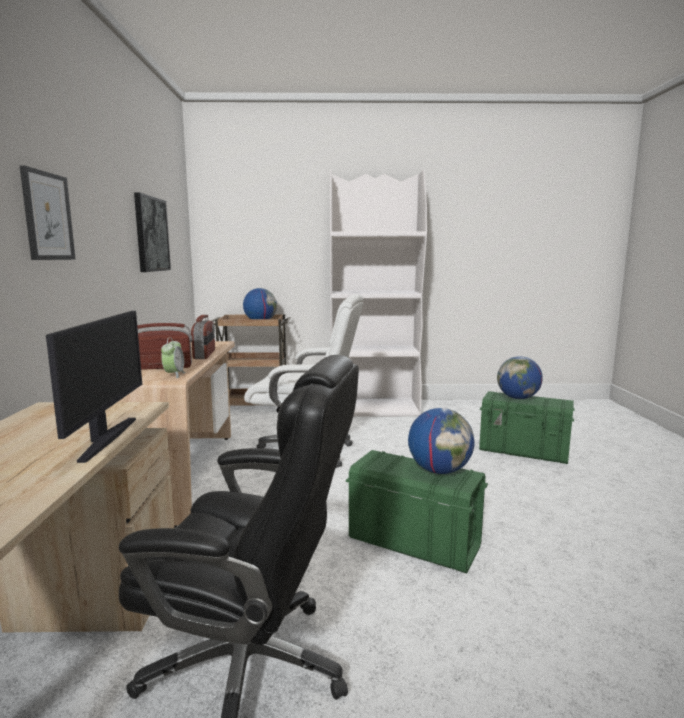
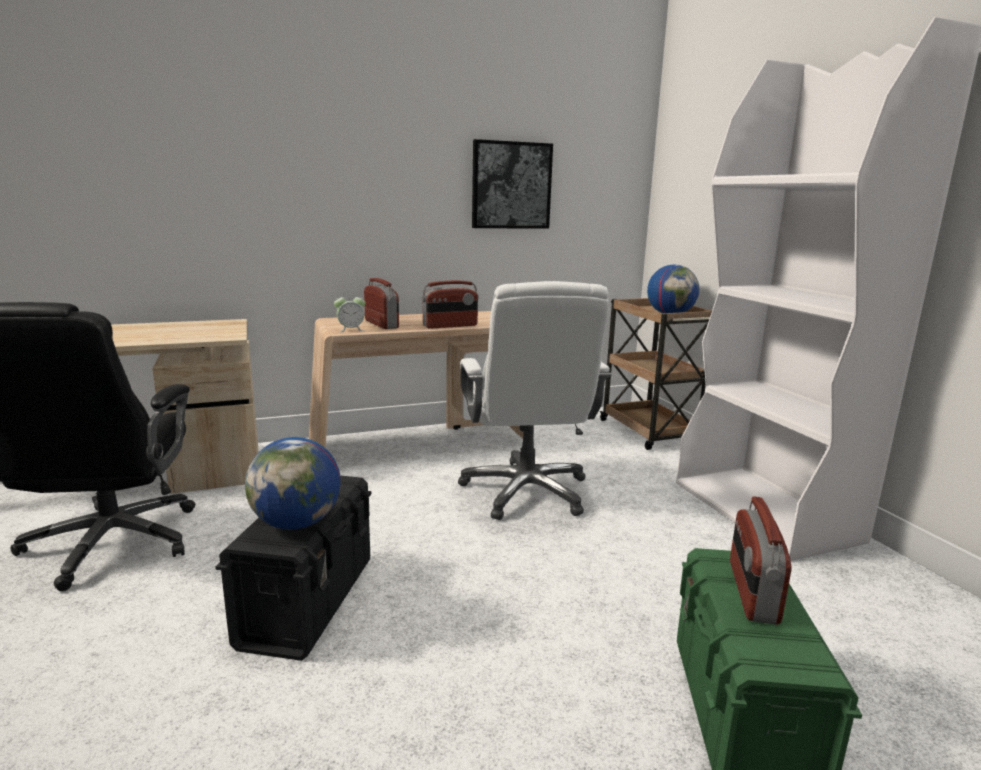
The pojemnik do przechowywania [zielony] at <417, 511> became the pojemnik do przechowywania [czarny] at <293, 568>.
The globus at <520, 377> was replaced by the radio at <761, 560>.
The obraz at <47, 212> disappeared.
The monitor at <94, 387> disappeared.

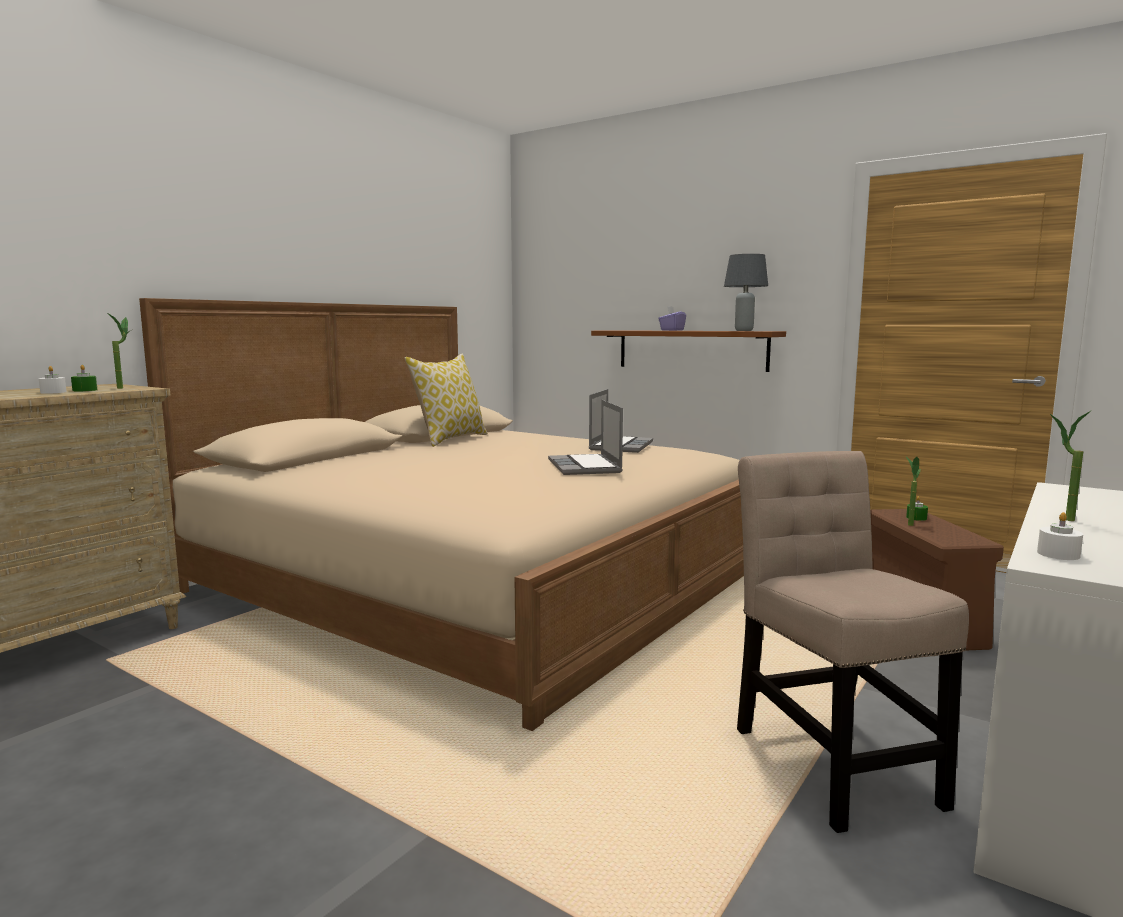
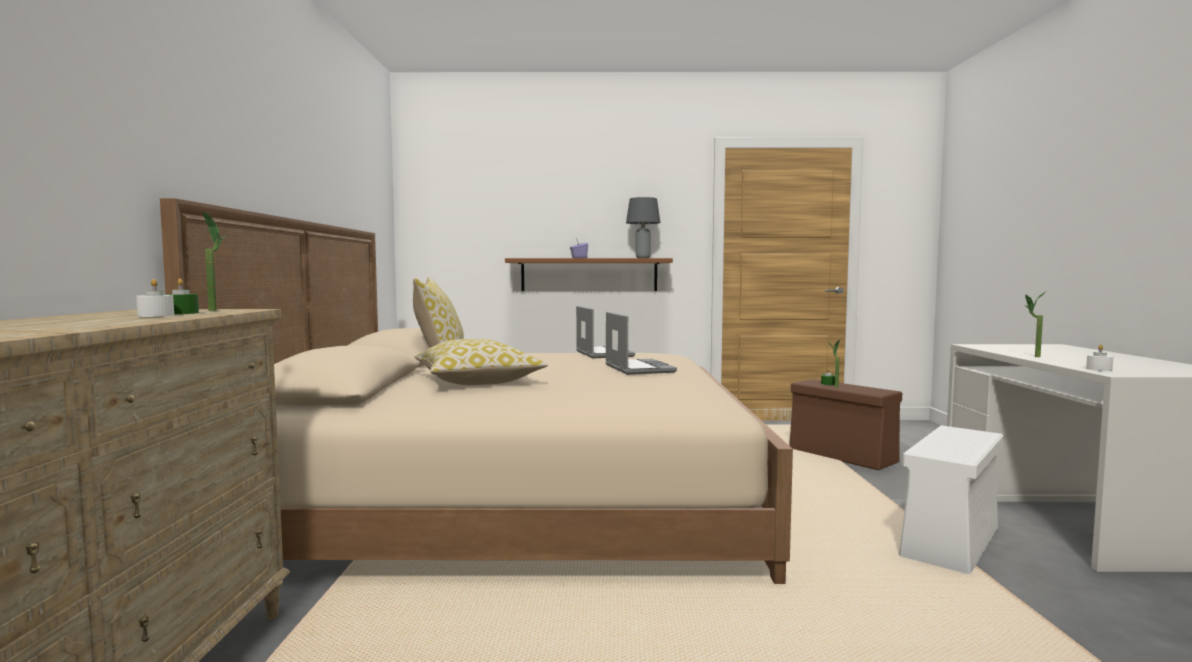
The poduszka at <481, 362> appeared.
The laptop at <585, 437> turned 150 degrees counterclockwise.
The krzesło [beżowy] at <853, 642> was replaced by the pojemnik do przechowywania [biały] at <951, 499>.

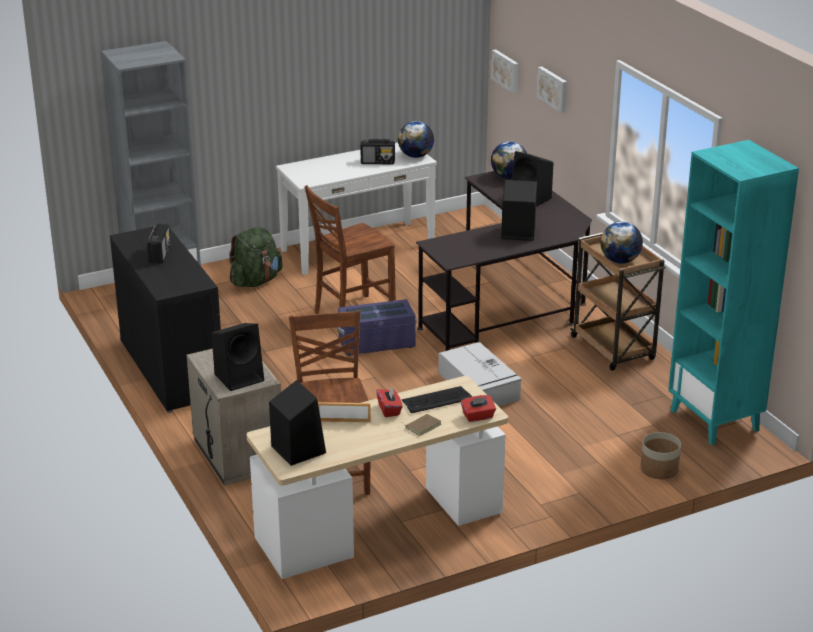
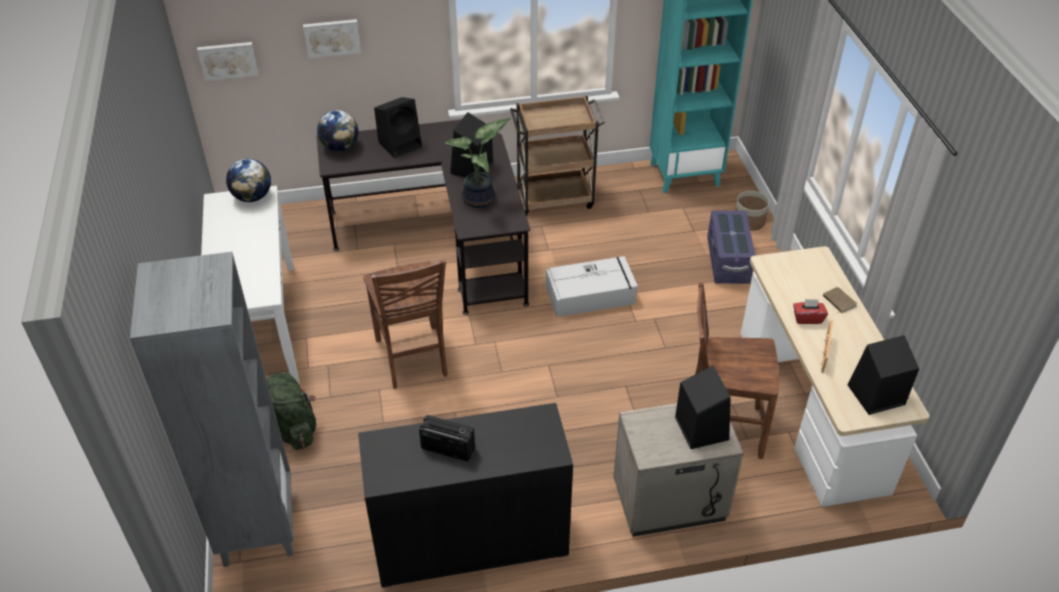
The roślina doniczkowa at <478, 163> appeared.
The pojemnik do przechowywania [fioletowy] moved from <377, 327> to <731, 247>.
The radio at <377, 151> disappeared.
The klawiatura at <437, 399> disappeared.
The pudełko chusteczek [czerwony] at <478, 408> disappeared.
The globus at <621, 243> disappeared.

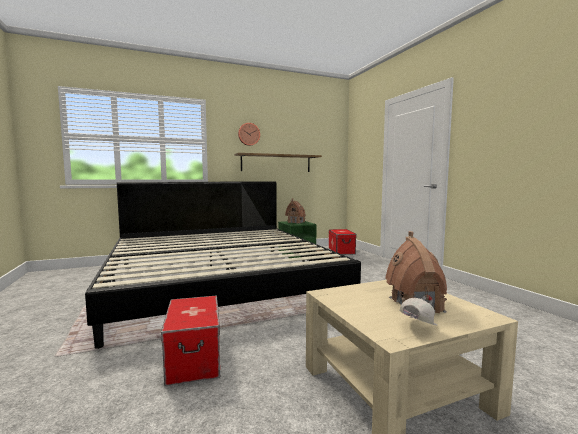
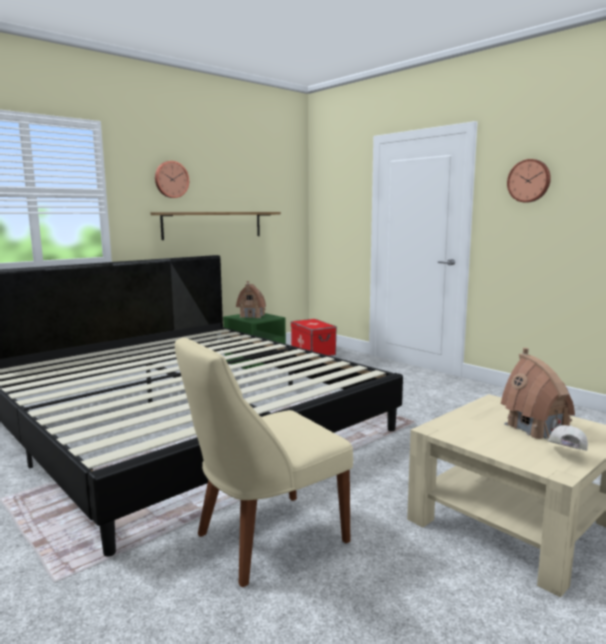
The pojemnik do przechowywania at <190, 341> was replaced by the krzesło [beżowy] at <264, 462>.
The zegar ścienny at <529, 181> appeared.

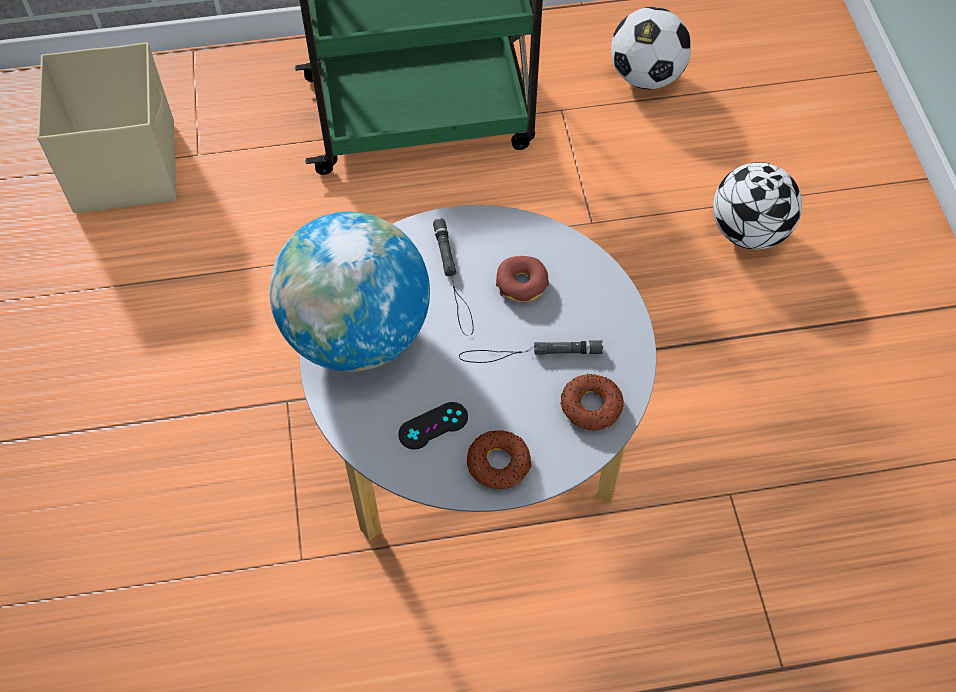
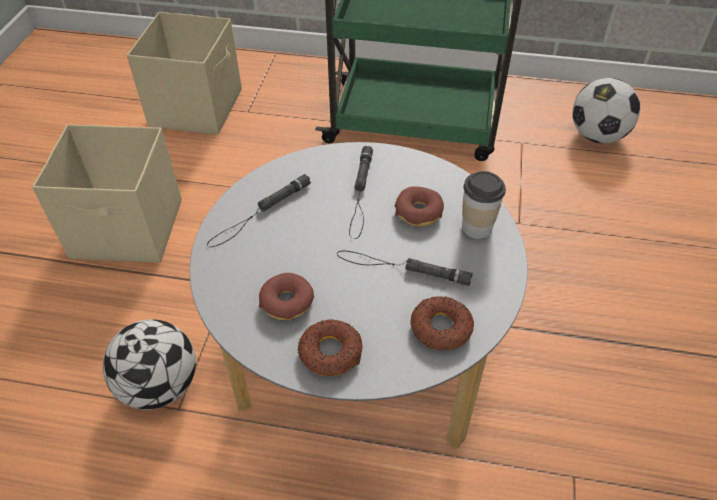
The pojemnik do przechowywania [beżowy] at <107, 193> appeared.
The piłka futbolowa moved from <757, 206> to <149, 364>.
The globus at <349, 292> was replaced by the latarka [czarny] at <259, 210>.
The pad do gier [czarny] at <433, 425> was replaced by the donut at <286, 296>.
The filiżanka at <484, 205> appeared.

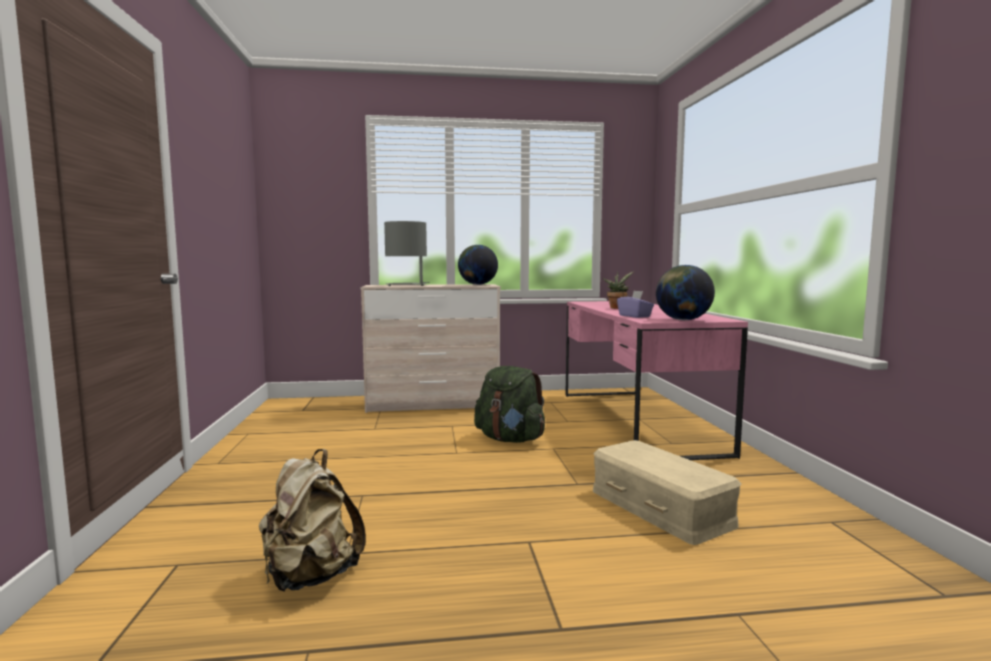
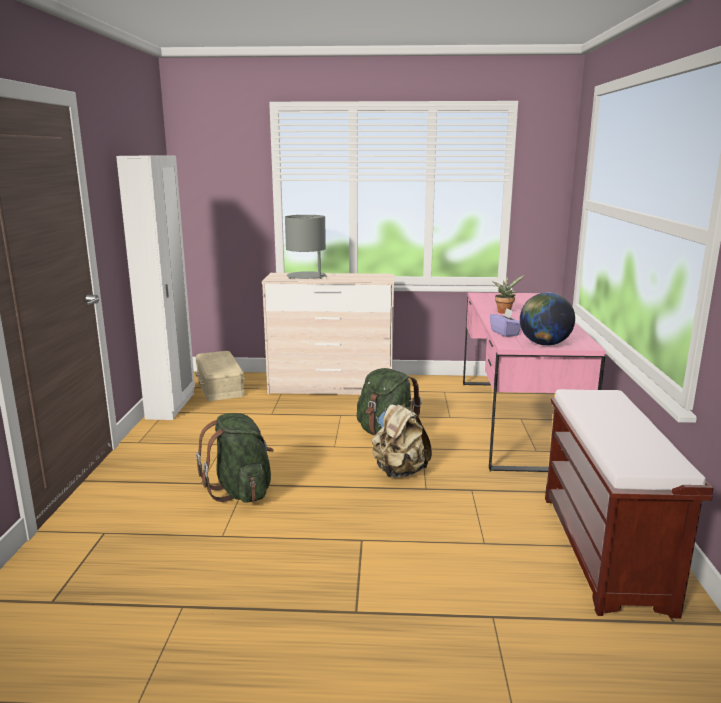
The szafa [biały] at <155, 288> appeared.
The pojemnik do przechowywania [beżowy] moved from <667, 492> to <220, 376>.
The plecak [zielony] at <235, 458> appeared.
The plecak [beżowy] moved from <312, 520> to <402, 439>.
The ławka [brązowy] at <629, 504> appeared.
The globus at <478, 265> disappeared.

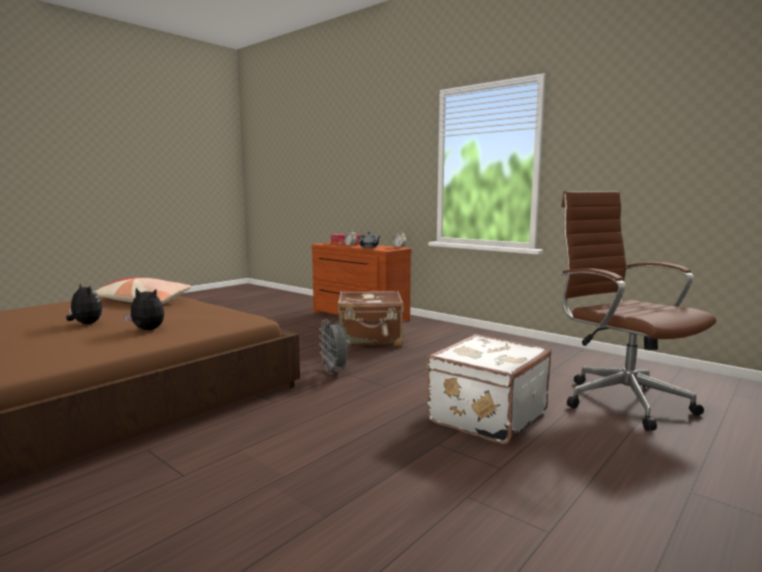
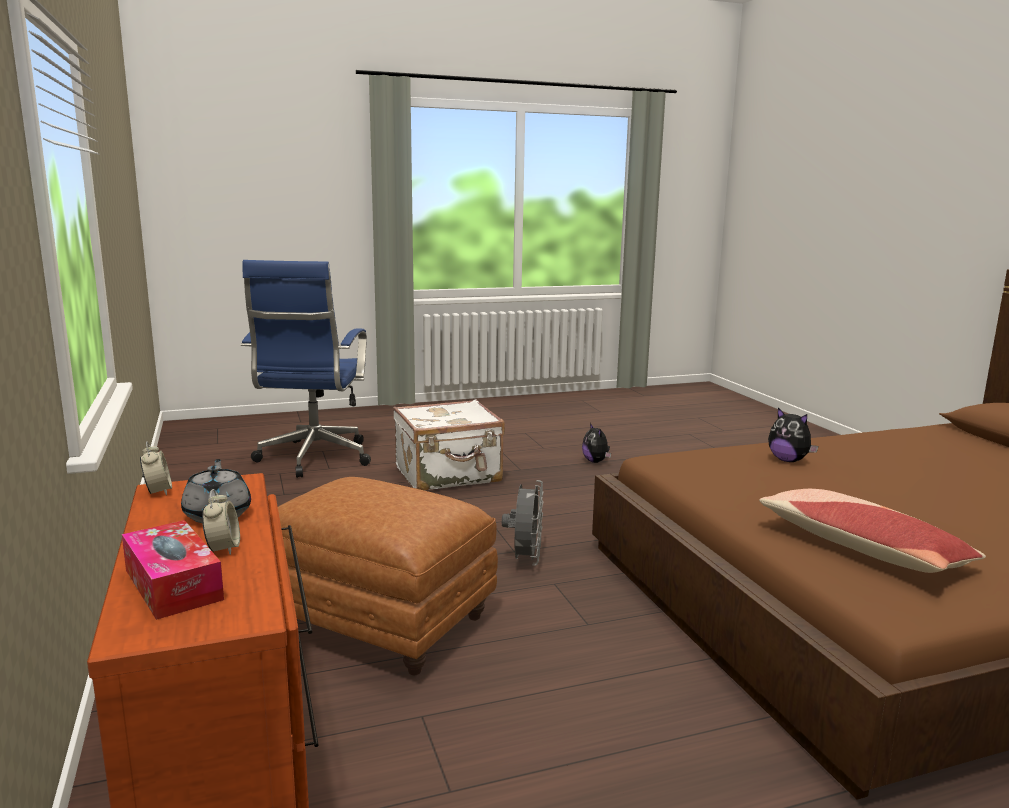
The krzesło biurowe [brązowy] at <638, 311> became the krzesło biurowe [niebieski] at <306, 369>.
The walizka [brązowy] at <371, 318> was replaced by the pufa [brązowy] at <388, 576>.
The pluszak moved from <84, 303> to <596, 443>.

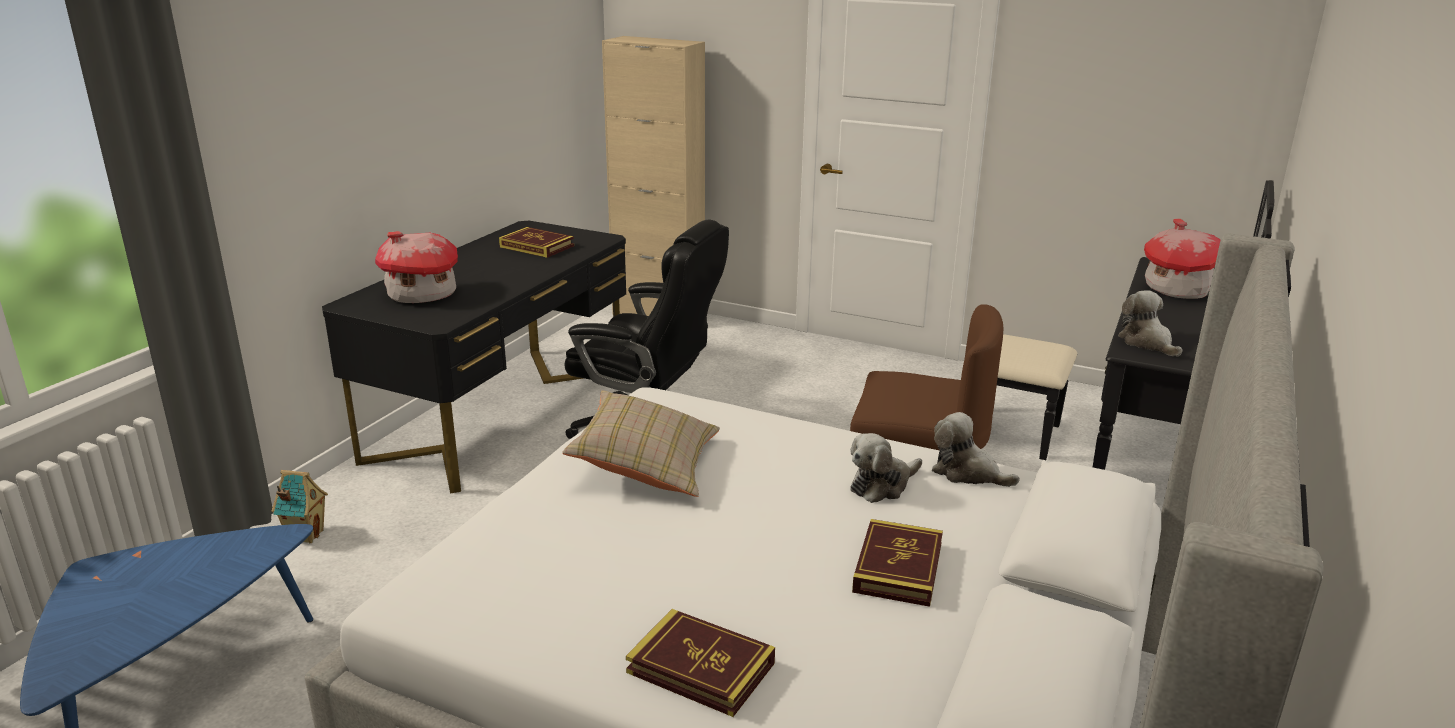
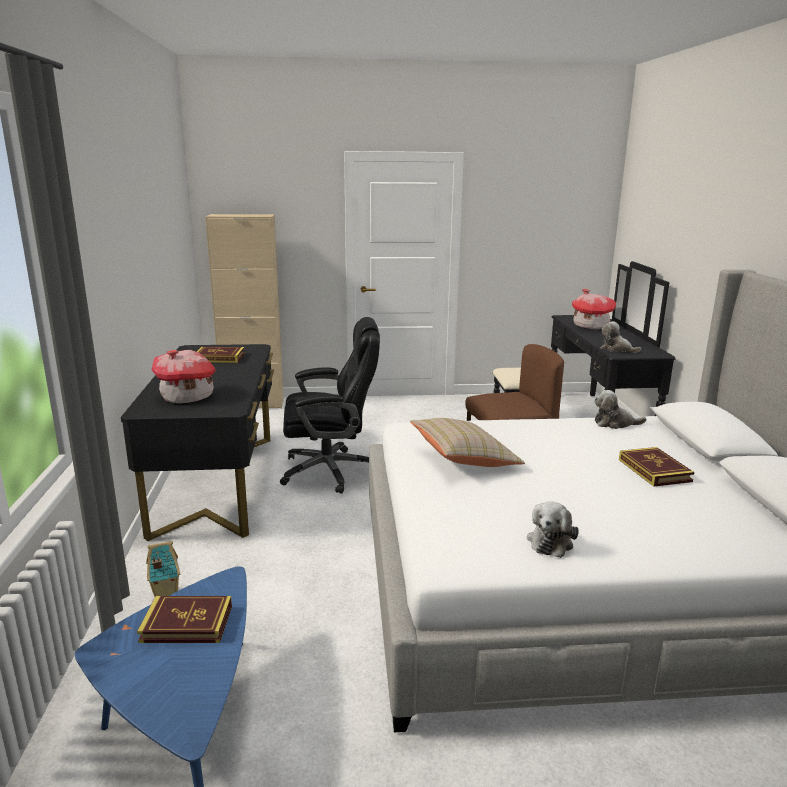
The książka moved from <700, 663> to <184, 619>.
The pluszak moved from <886, 468> to <553, 530>.

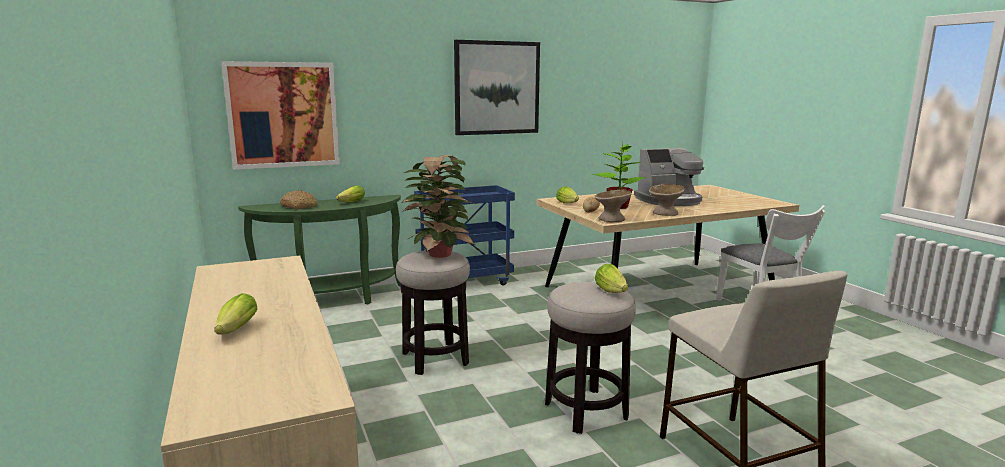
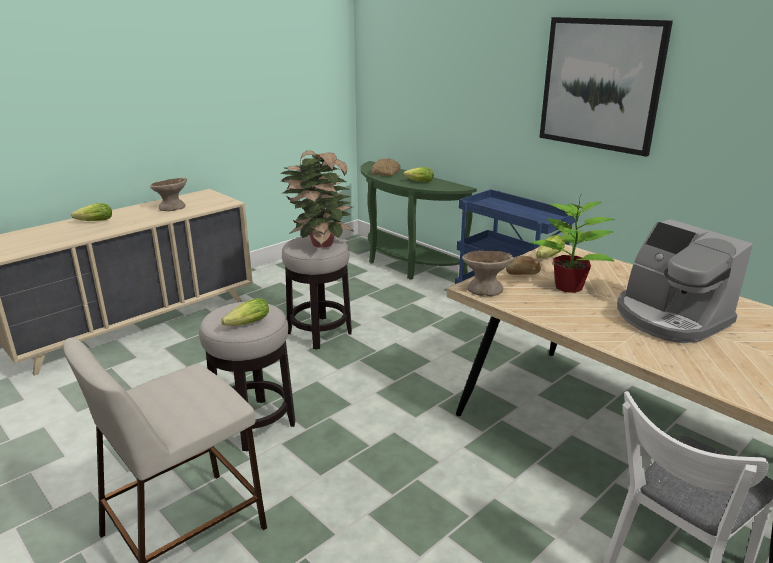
The miska [beżowy] moved from <667, 200> to <168, 194>.
The obraz at <280, 115> disappeared.

